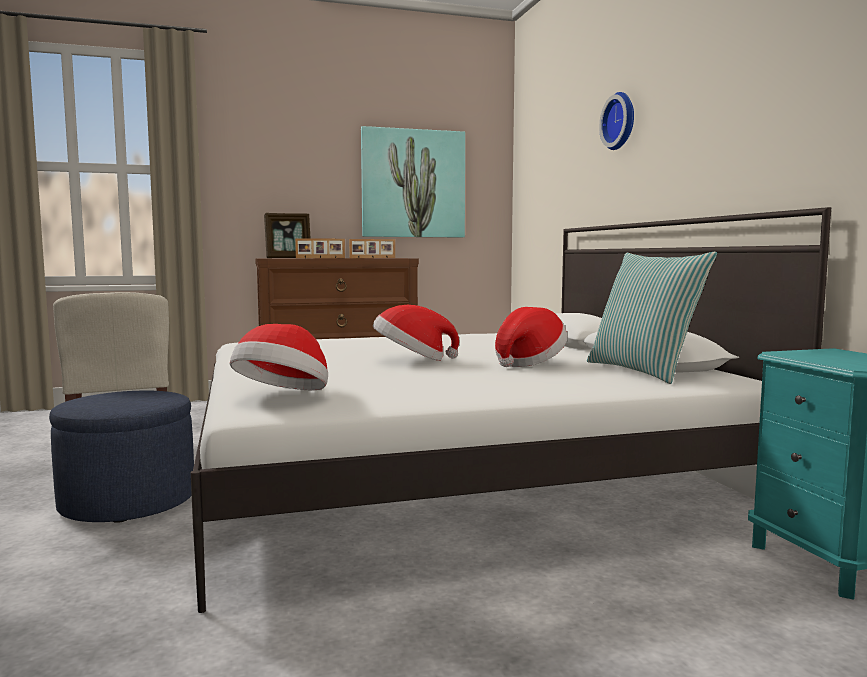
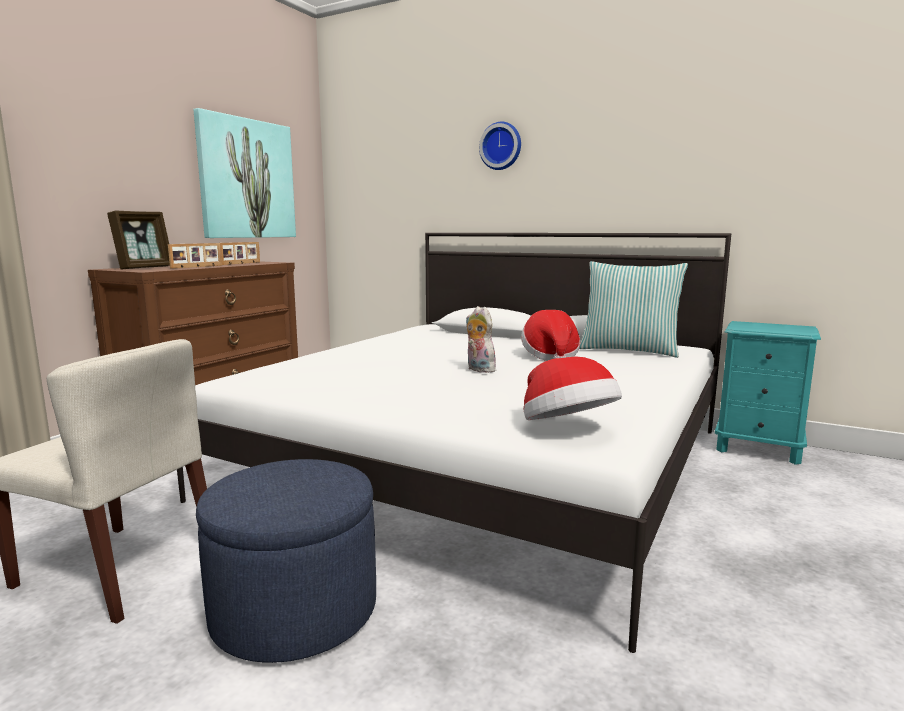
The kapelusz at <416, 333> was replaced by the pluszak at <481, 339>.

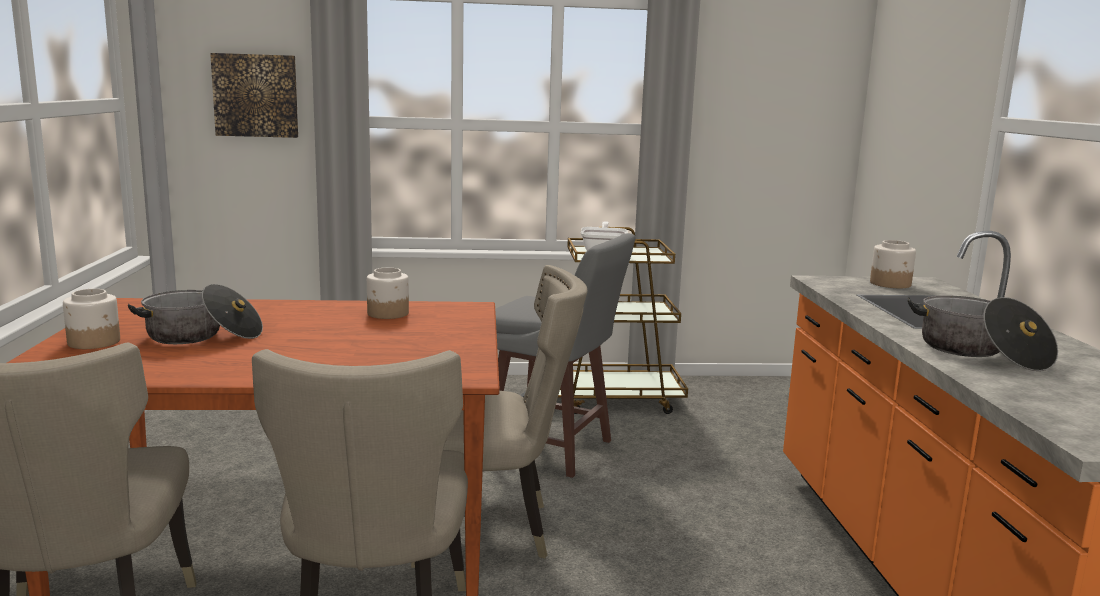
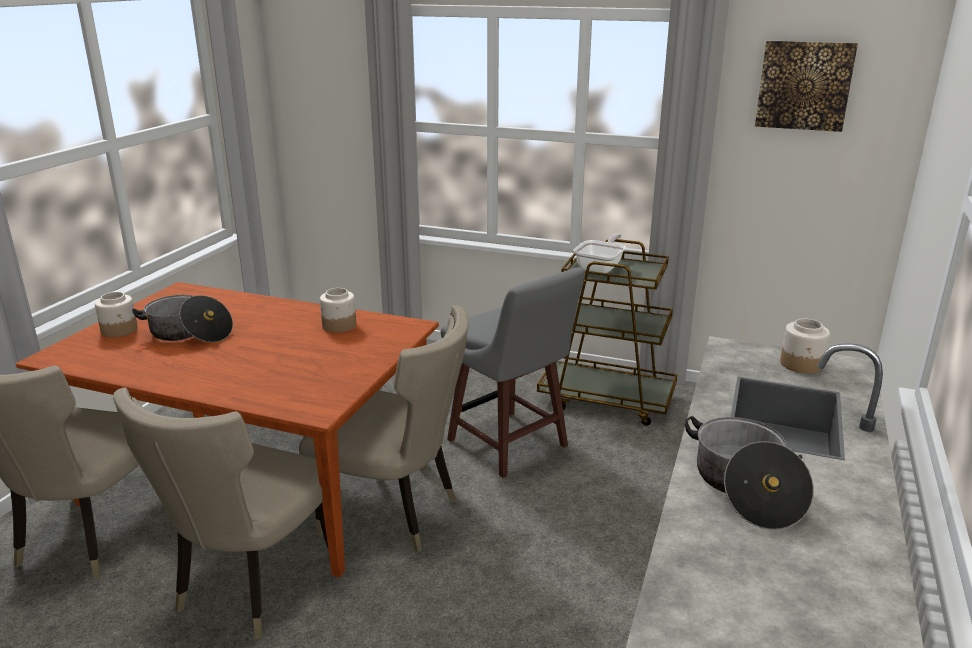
The obraz moved from <254, 95> to <806, 86>.

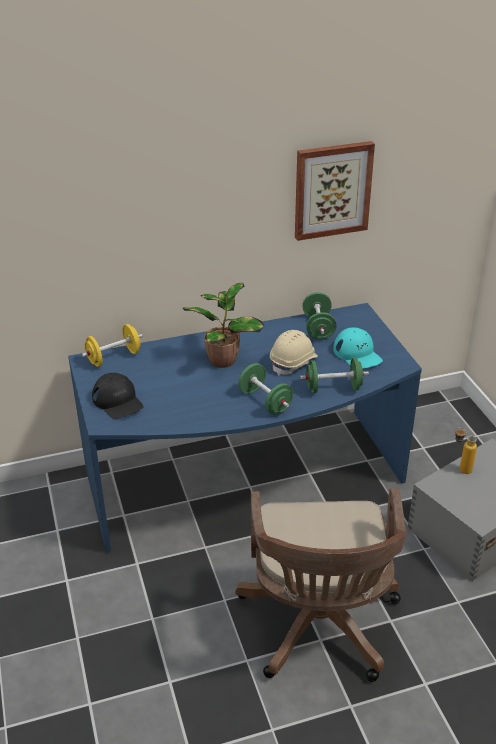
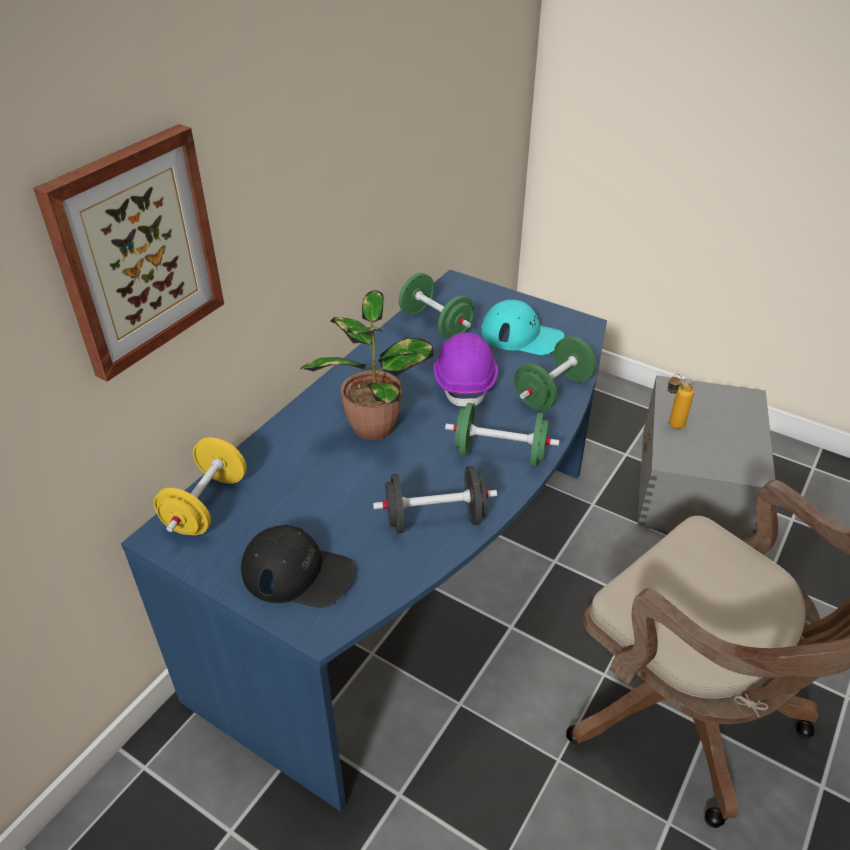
The obraz moved from <335, 191> to <128, 253>.
The hantel [czarny] at <435, 500> appeared.
The kask [beżowy] at <294, 353> became the kask [fioletowy] at <465, 370>.

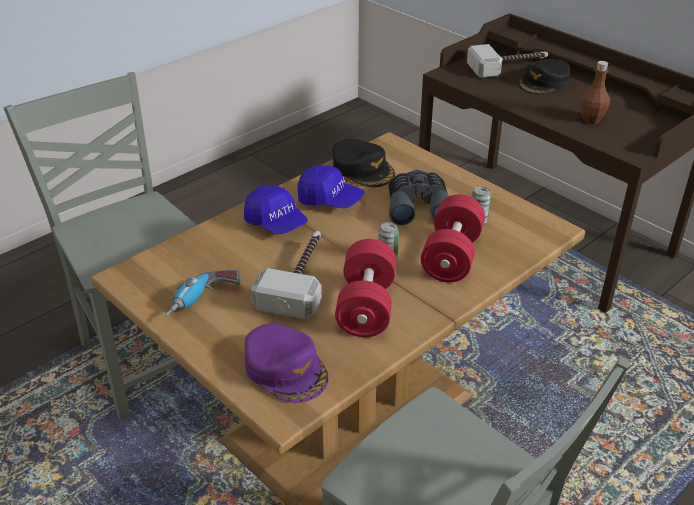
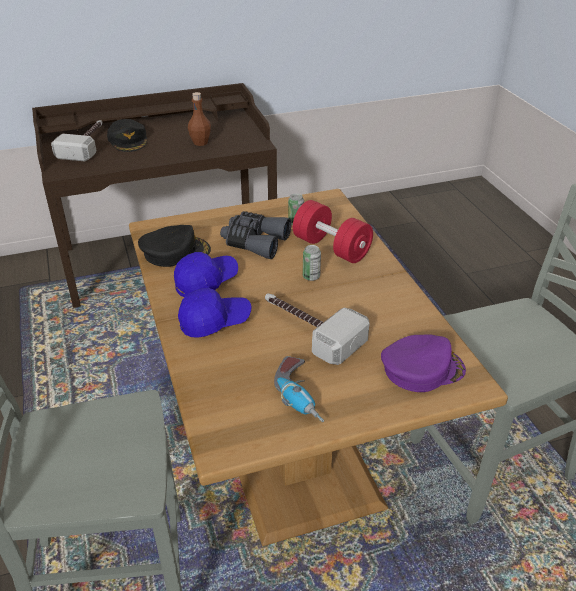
The hantel [czerwony] at <365, 288> disappeared.

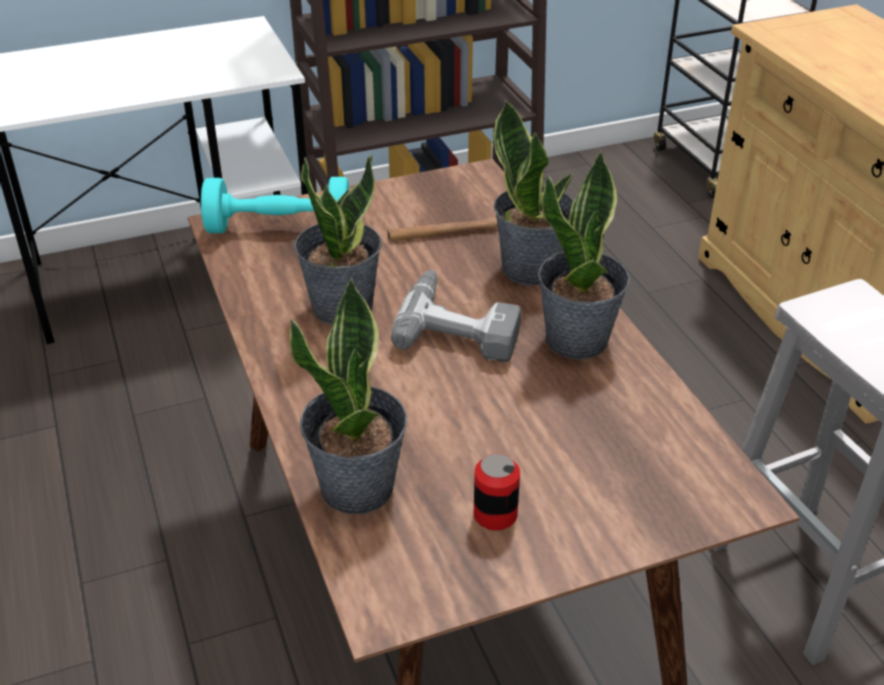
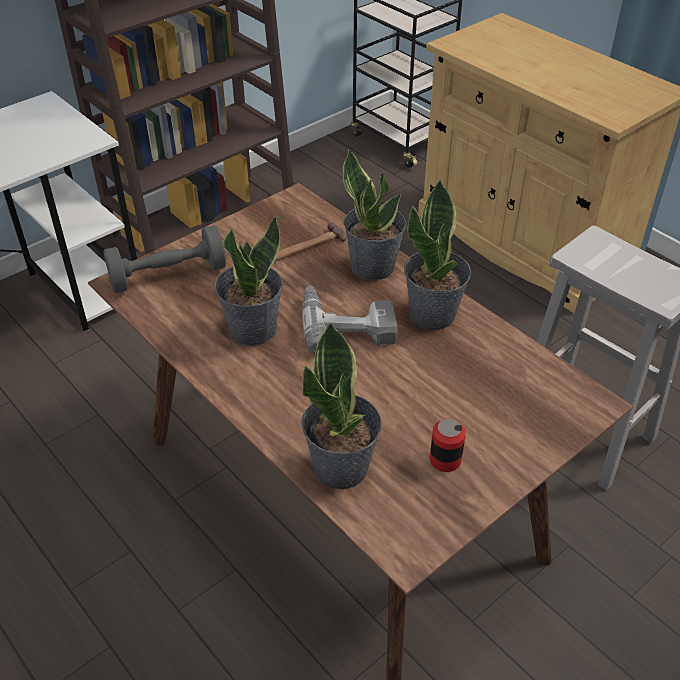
The hantel [turkusowy] at <275, 205> became the hantel [szary] at <164, 259>.

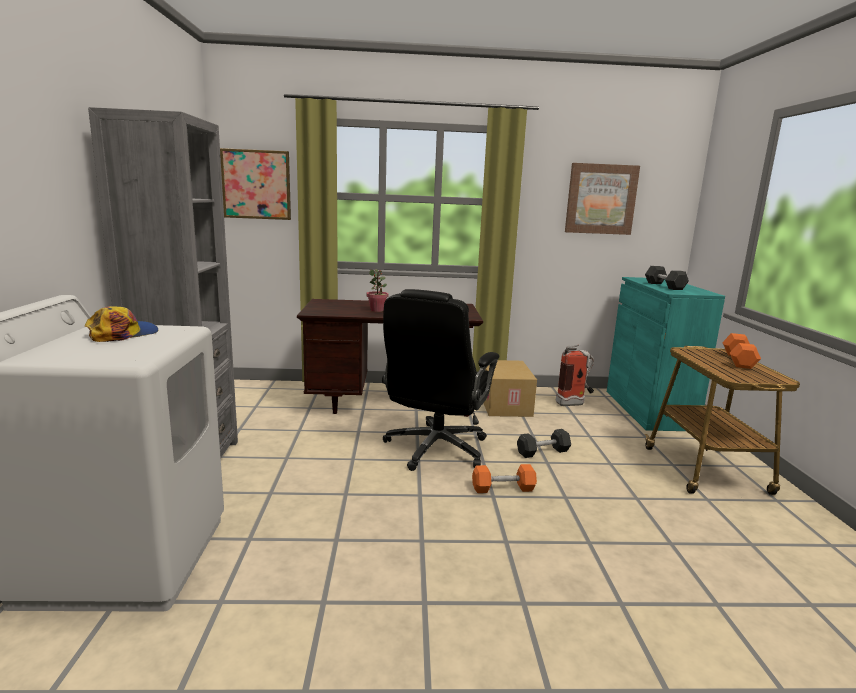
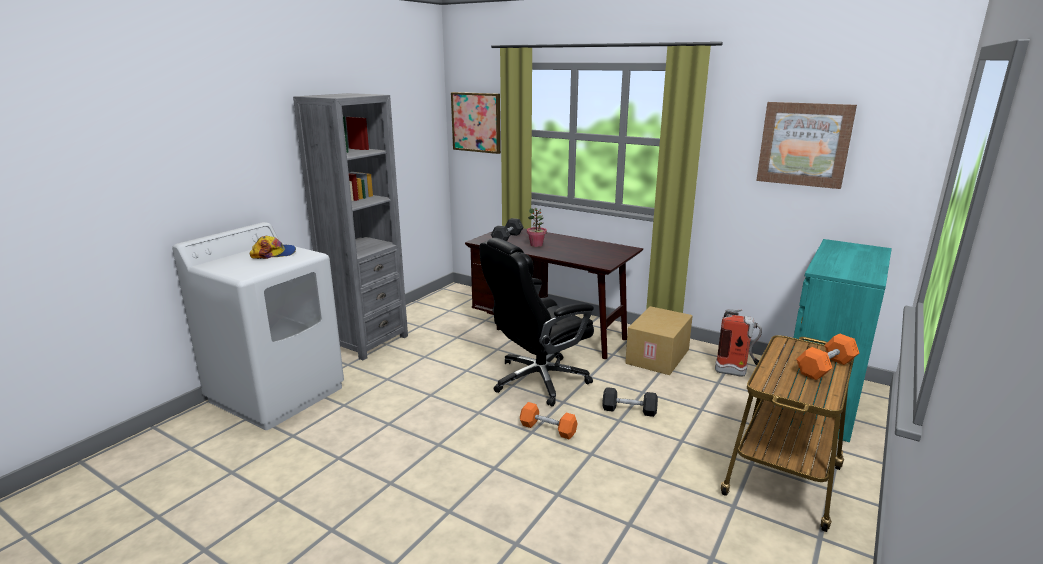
The hantel [szary] moved from <667, 278> to <507, 229>.

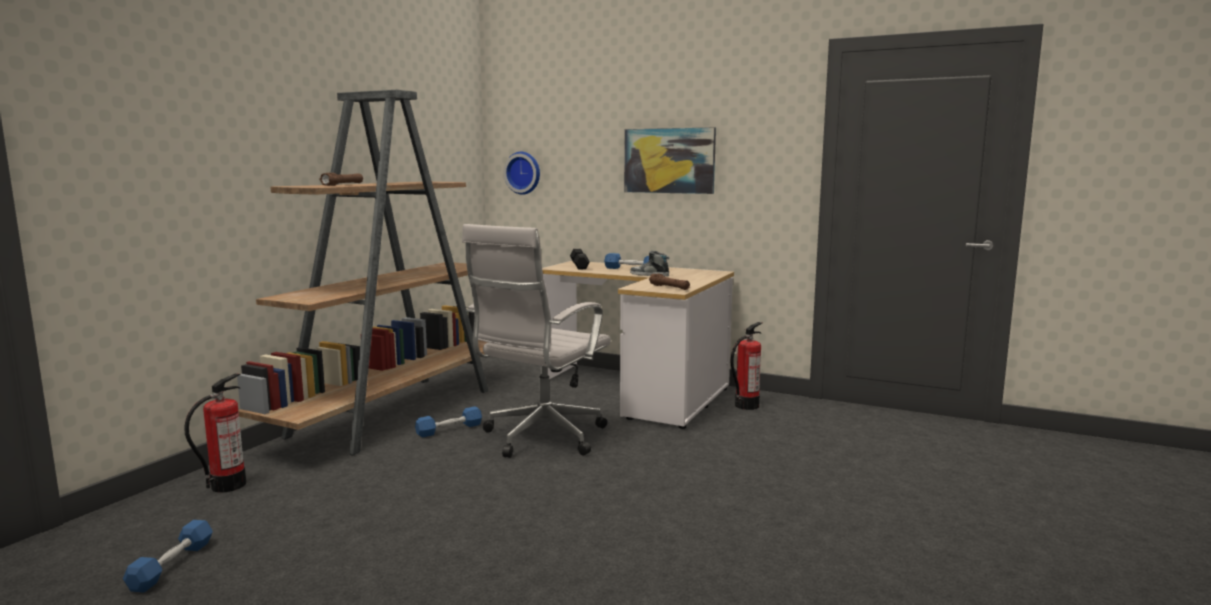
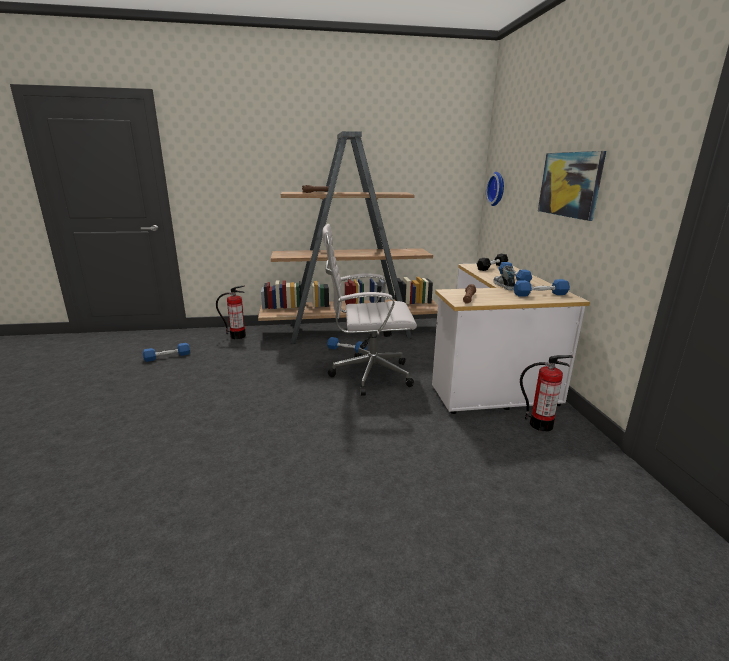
The hantel [niebieski] at <542, 288> appeared.

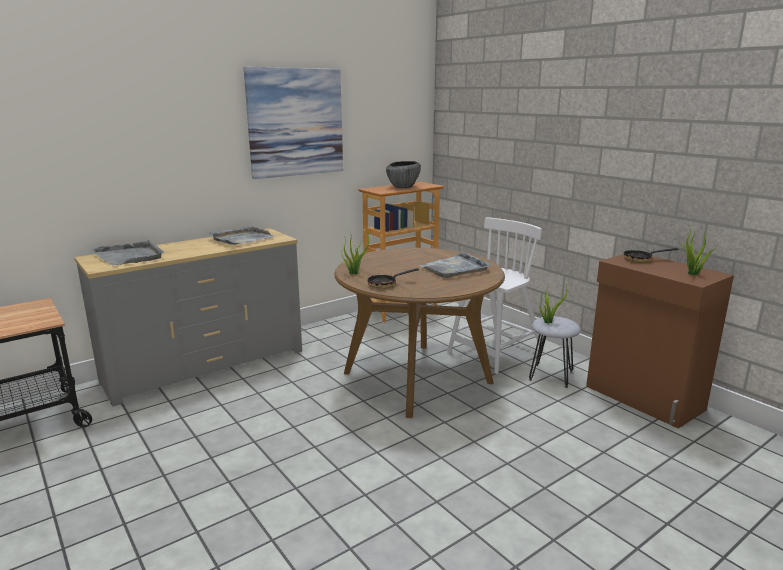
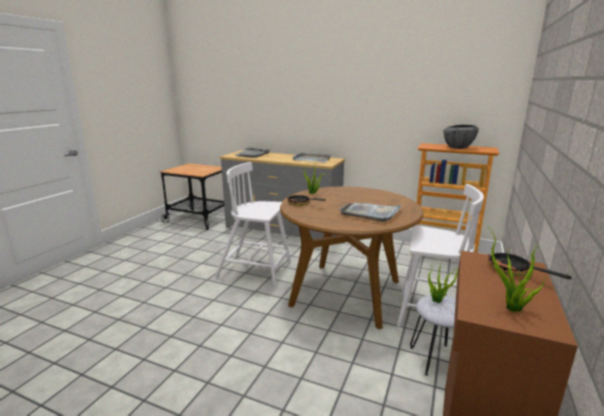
The krzesło [biały] at <253, 224> appeared.
The obraz at <293, 123> disappeared.

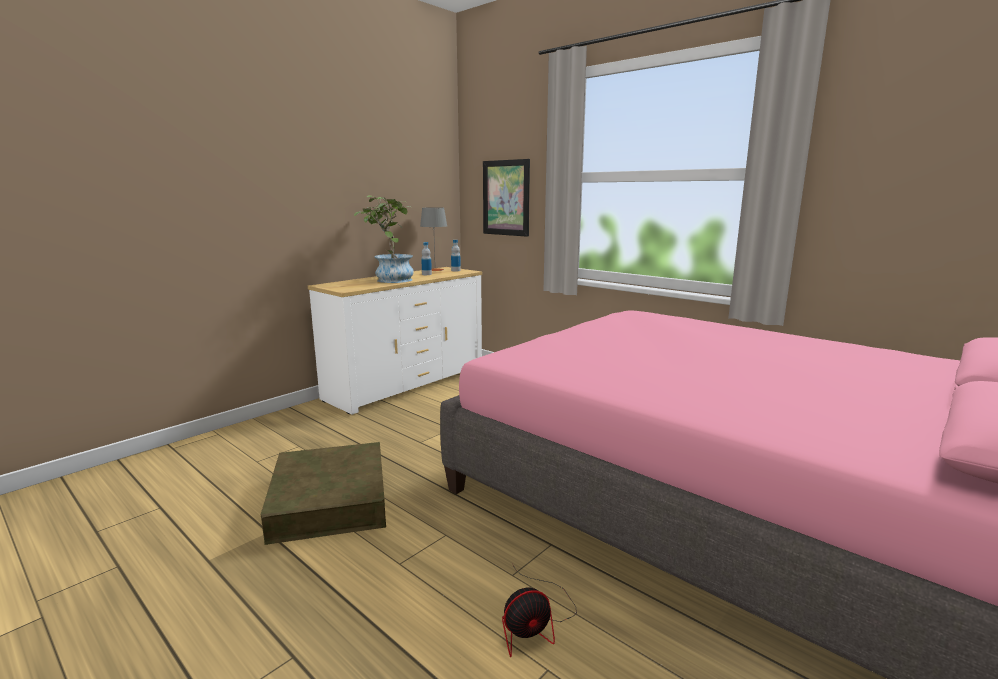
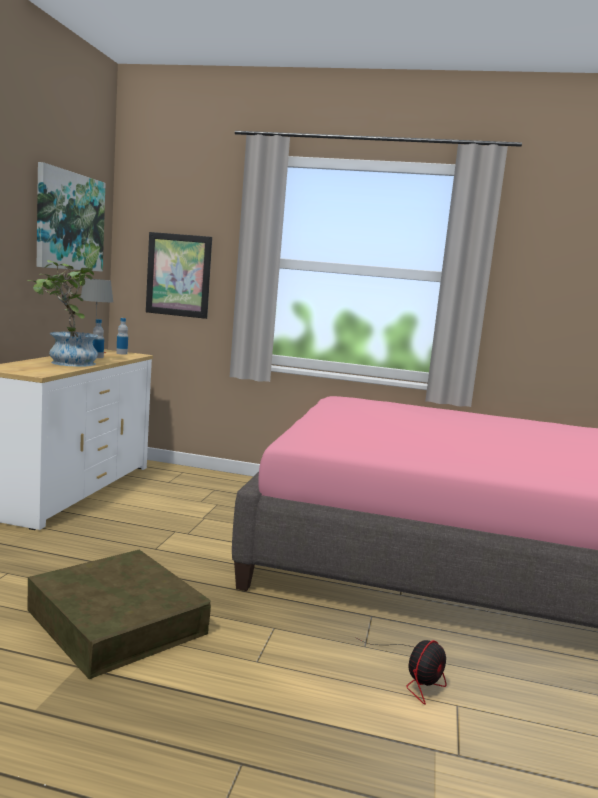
The obraz at <71, 217> appeared.

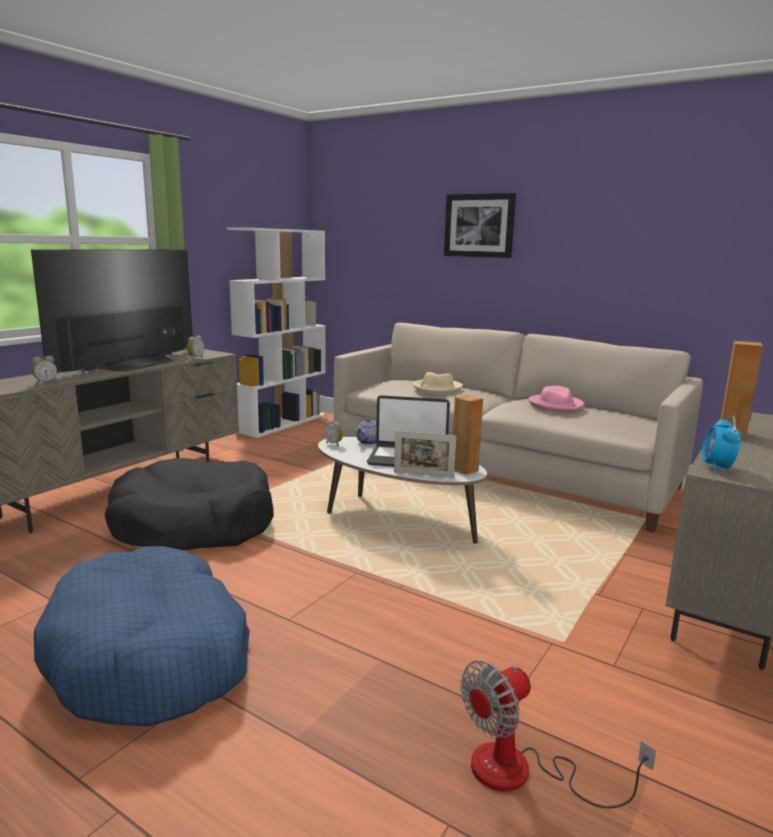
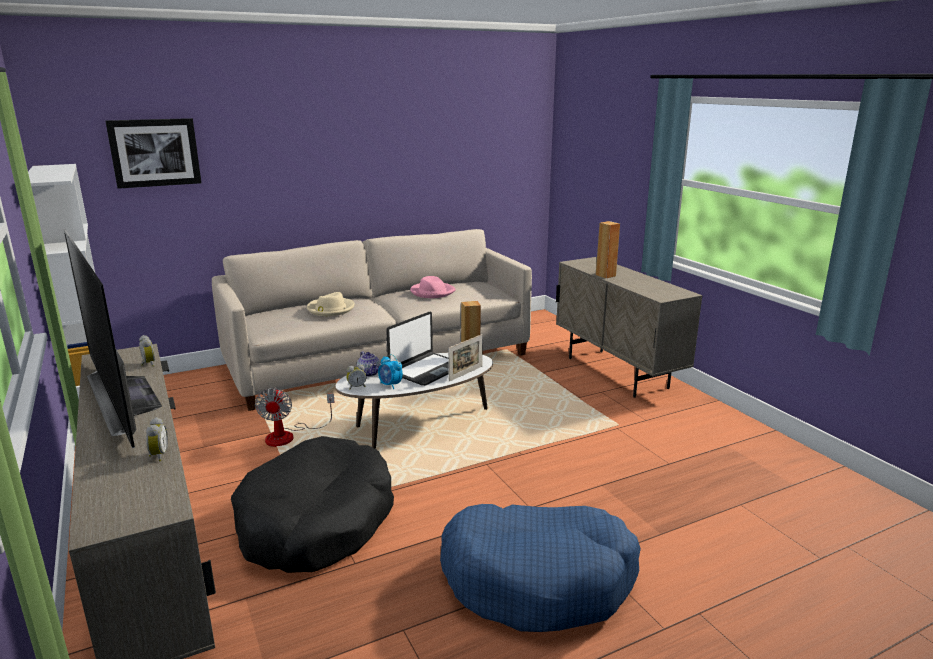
The obraz moved from <480, 225> to <153, 153>.
The wentylator moved from <558, 734> to <295, 417>.
The budzik moved from <721, 444> to <390, 371>.

